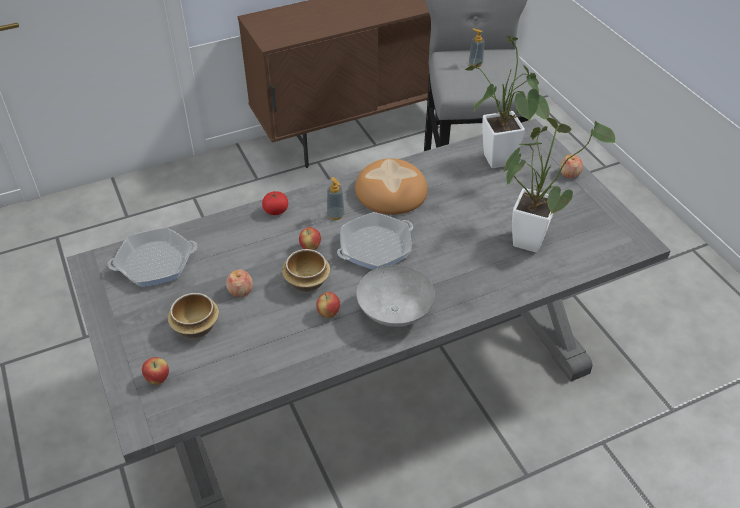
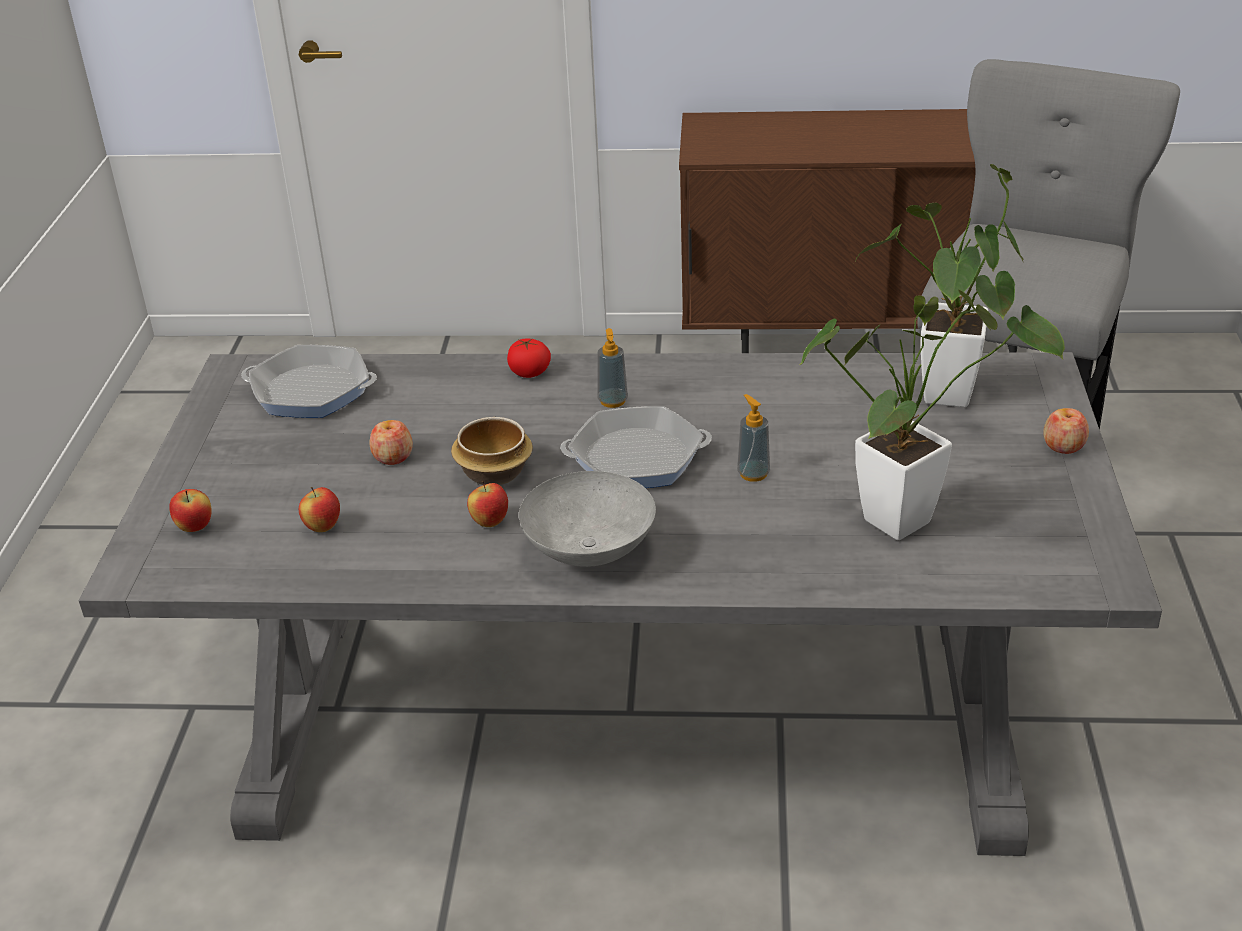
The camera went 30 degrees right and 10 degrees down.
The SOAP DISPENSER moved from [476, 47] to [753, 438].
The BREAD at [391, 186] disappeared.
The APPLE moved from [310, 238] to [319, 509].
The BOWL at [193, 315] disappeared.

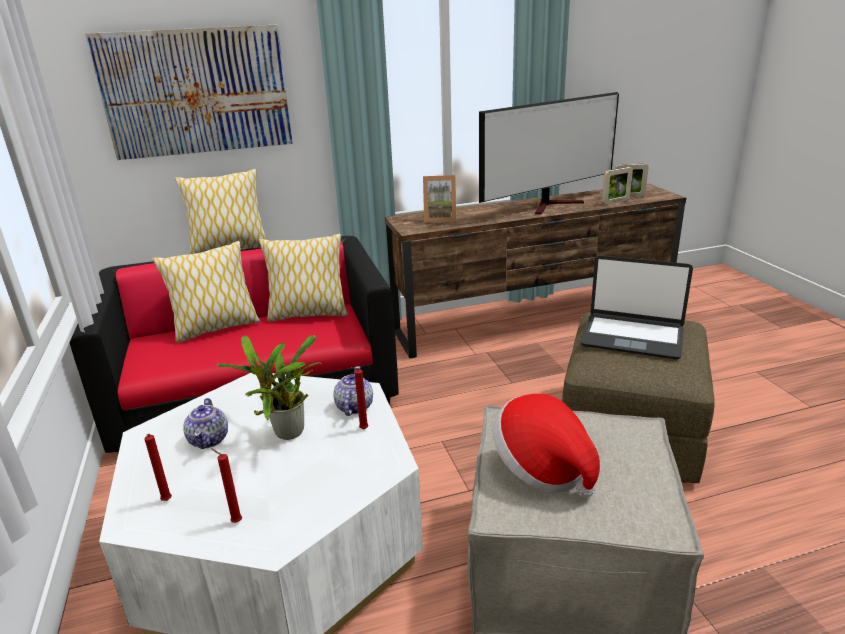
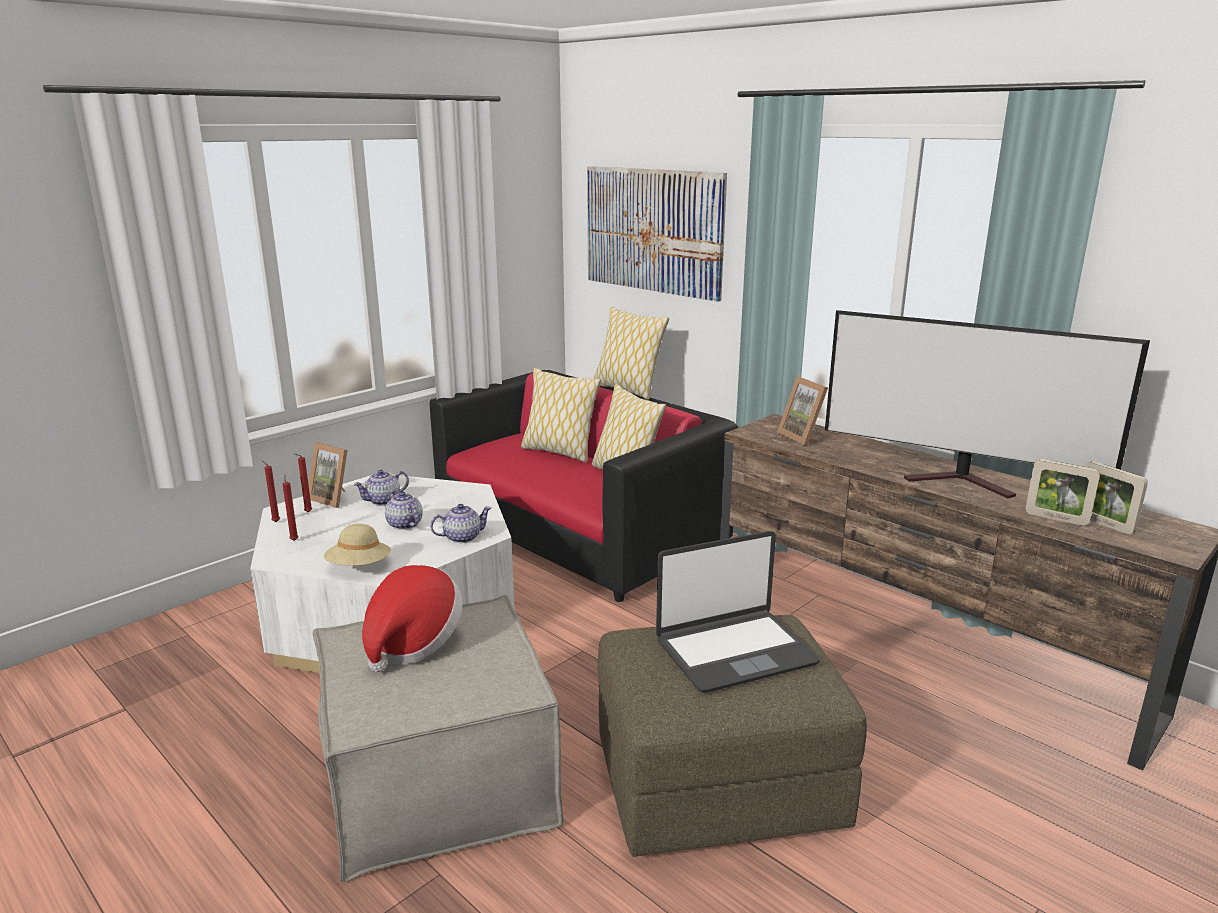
The camera went 60 degrees right and 5 degrees down.
The LAPTOP at [636, 307] turned 105 degrees counterclockwise.
The POTTED PLANT at [269, 387] was replaced by the TEAPOT at [404, 510].
The RED CANDLE moved from [360, 398] to [270, 491].
The PICTURE FRAME at [328, 475] appeared.
The BEIGE HAT at [357, 545] appeared.

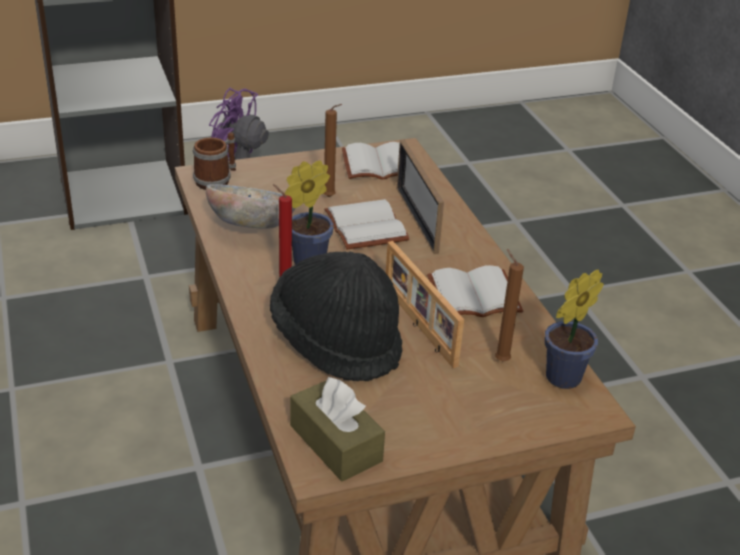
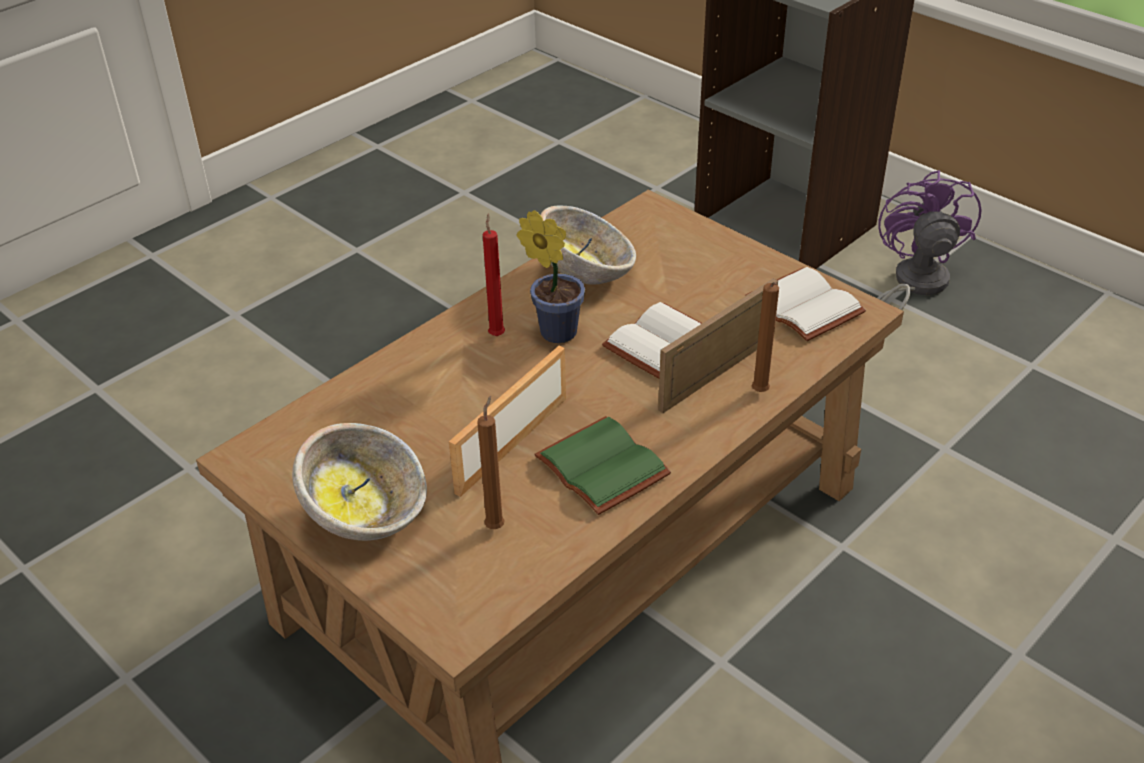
The camera went 65 degrees right and 5 degrees up.
The BROWN CANDLE moved from [333, 150] to [765, 337].
The MUG at [214, 161] disappeared.
The BLACK HAT at [336, 316] disappeared.
The WHITE BOOK at [475, 291] became the GREEN BOOK at [602, 465].
The POTTED PLANT at [574, 329] disappeared.
The BROWN TISSUE BOX at [337, 428] disappeared.
The BOWL at [359, 482] appeared.

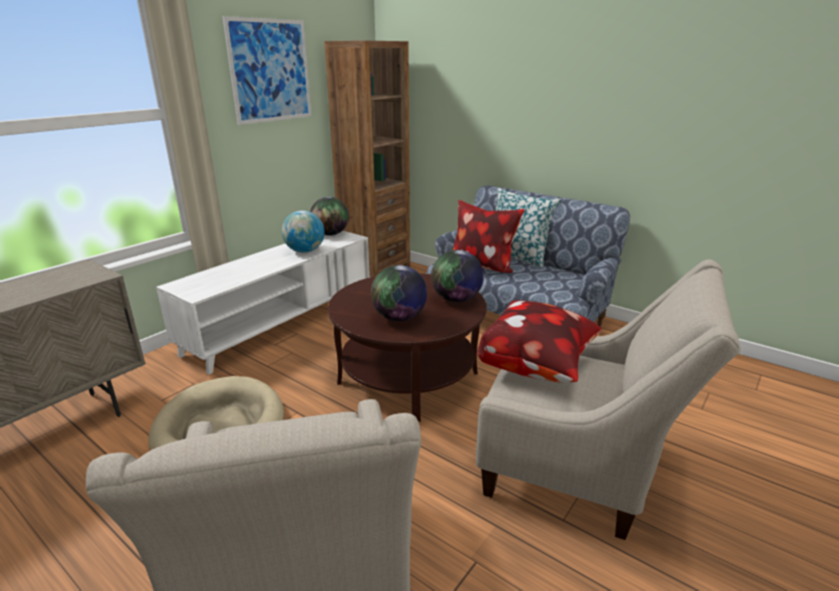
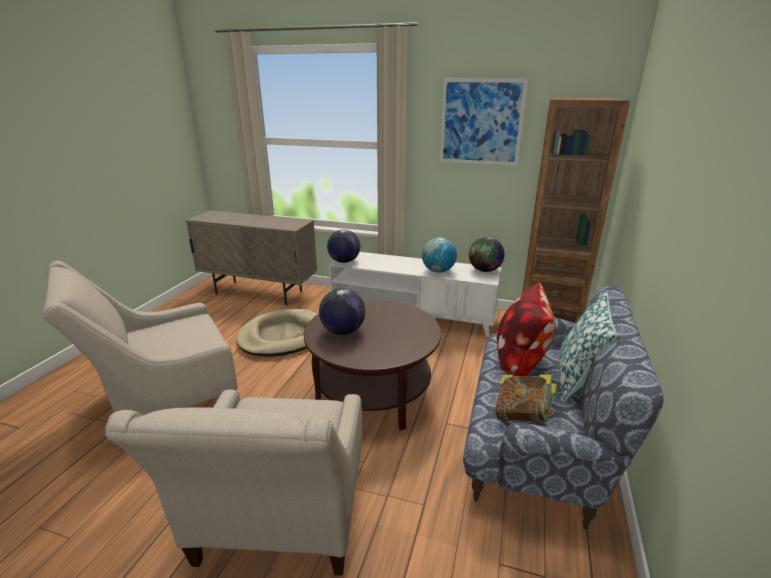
The camera went 70 degrees right and 0 degrees up.
The GLOBE moved from [457, 276] to [343, 246].
The PILLOW at [539, 341] disappeared.
The BOOK at [526, 398] appeared.

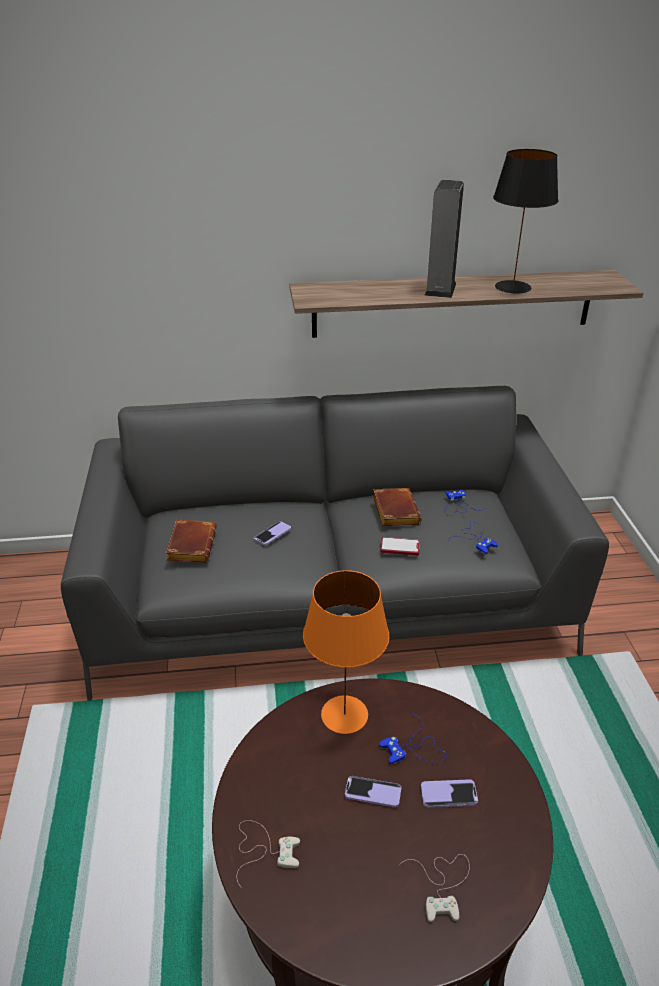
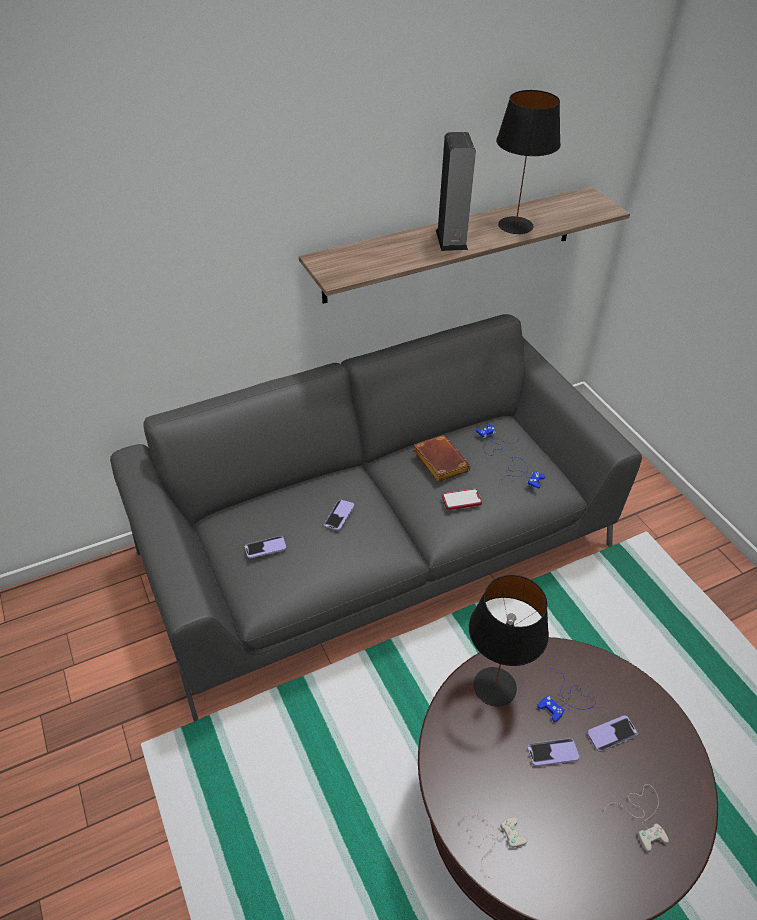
The camera went 20 degrees left and 10 degrees up.
The BROWN BOOK at [191, 541] was replaced by the PHONE at [265, 547].
The ORANGE TABLE LAMP at [346, 652] became the BLACK TABLE LAMP at [509, 640].

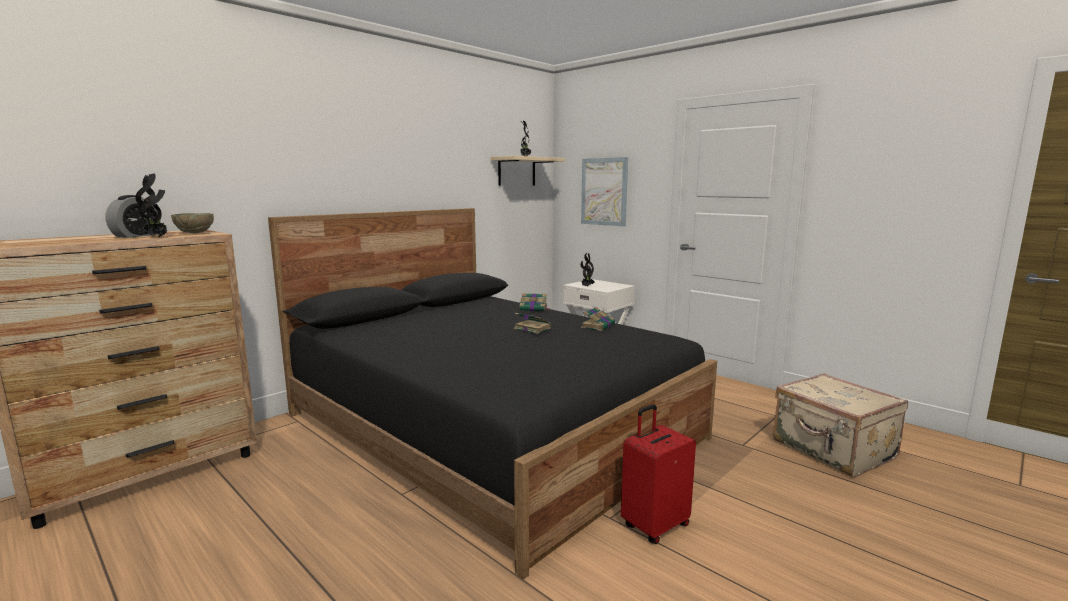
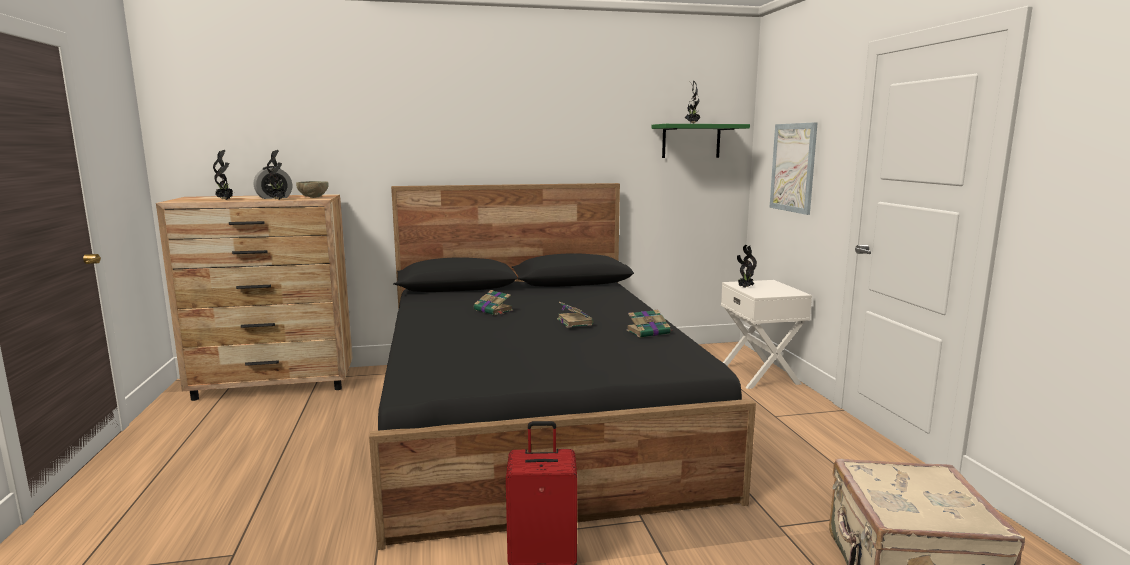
The camera went 35 degrees right and 0 degrees up.
The BEIGE SHELF at [527, 171] became the GREEN SHELF at [700, 141].
The BOOK moved from [535, 302] to [493, 302].
The POTTED PLANT at [224, 175] appeared.

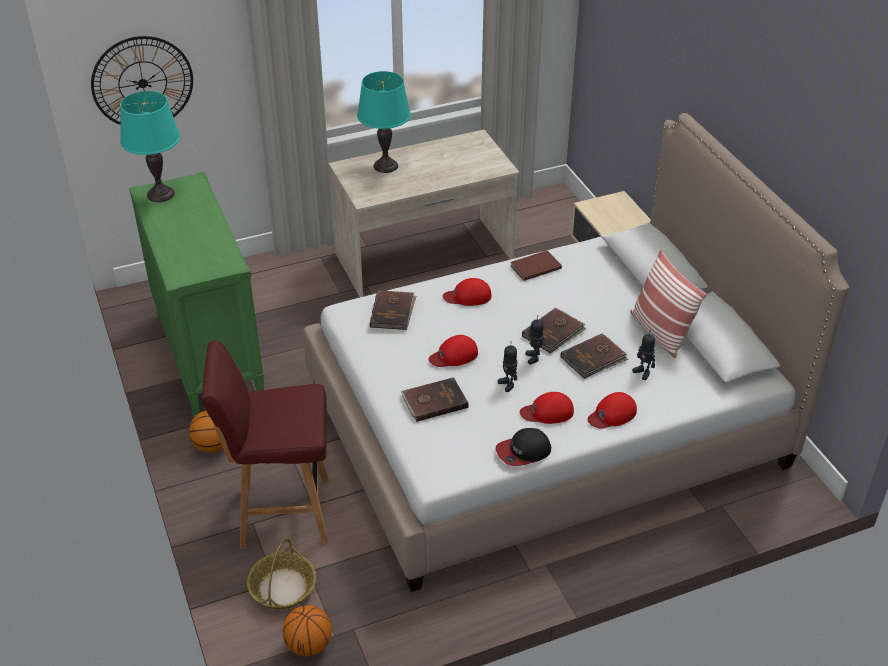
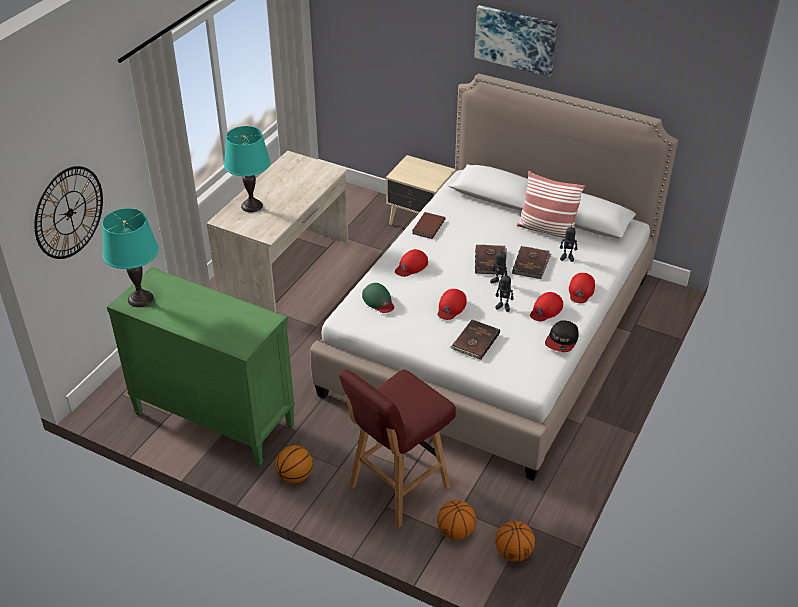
The camera went 40 degrees left and 0 degrees up.
The BROWN BOOK at [393, 310] was replaced by the GREEN CAP at [378, 298].
The BASKET at [281, 574] was replaced by the BASKETBALL at [456, 520].
The PICTURE at [515, 40] appeared.

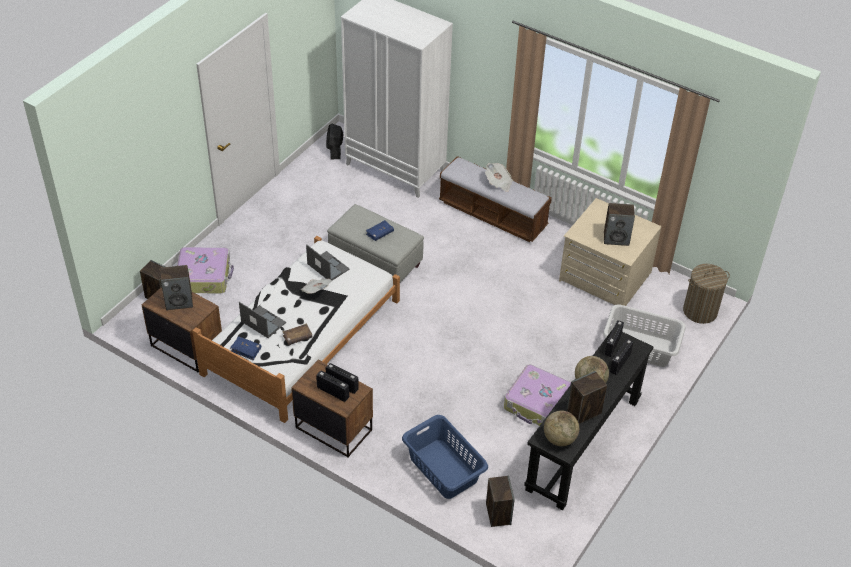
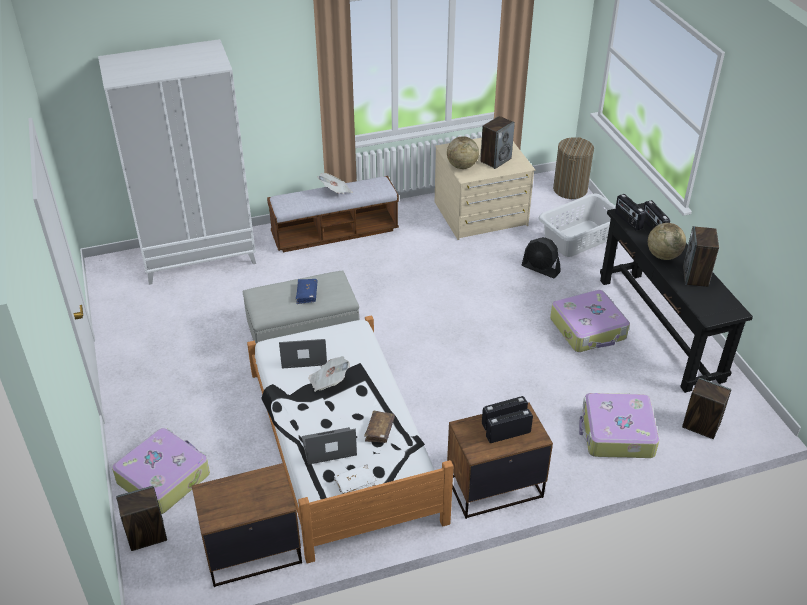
The camera went 50 degrees left and 5 degrees down.
The BLACK FAN moved from [334, 141] to [541, 257].
The SPEAKER at [177, 287] disappeared.
The BLUE BOOK at [245, 348] became the WHITE BOOK at [355, 479].
The GLOBE moved from [561, 428] to [463, 152].
The BLUE LAUNDRY BASKET at [445, 457] was replaced by the SUITCASE at [619, 425].

